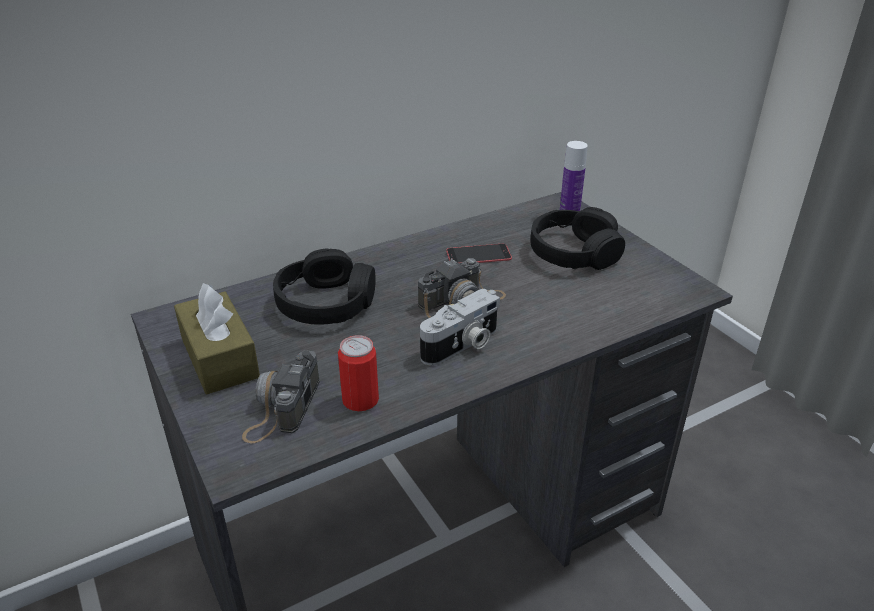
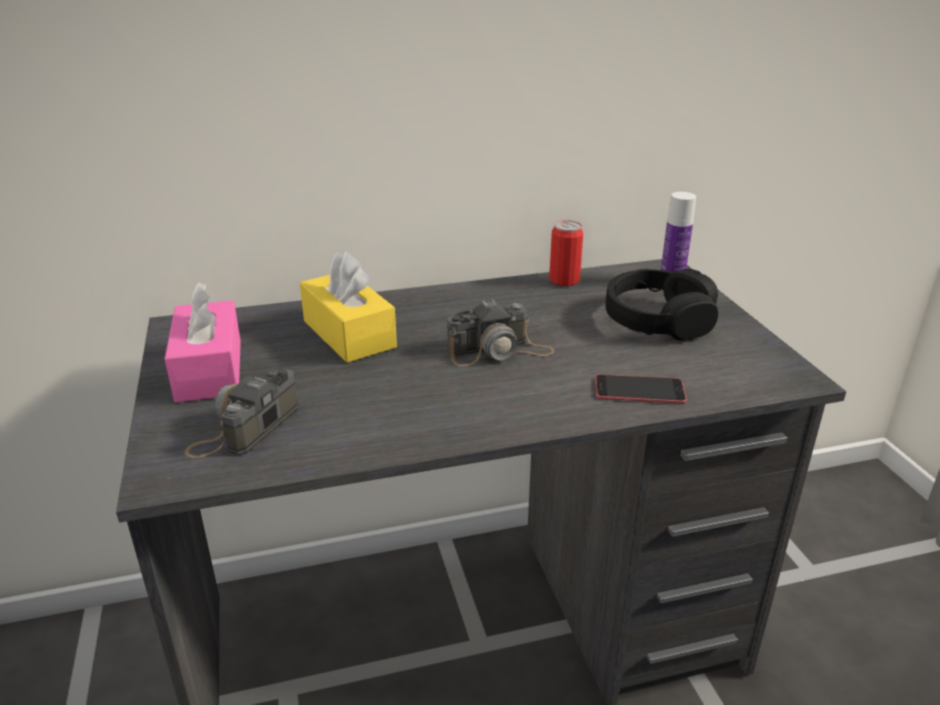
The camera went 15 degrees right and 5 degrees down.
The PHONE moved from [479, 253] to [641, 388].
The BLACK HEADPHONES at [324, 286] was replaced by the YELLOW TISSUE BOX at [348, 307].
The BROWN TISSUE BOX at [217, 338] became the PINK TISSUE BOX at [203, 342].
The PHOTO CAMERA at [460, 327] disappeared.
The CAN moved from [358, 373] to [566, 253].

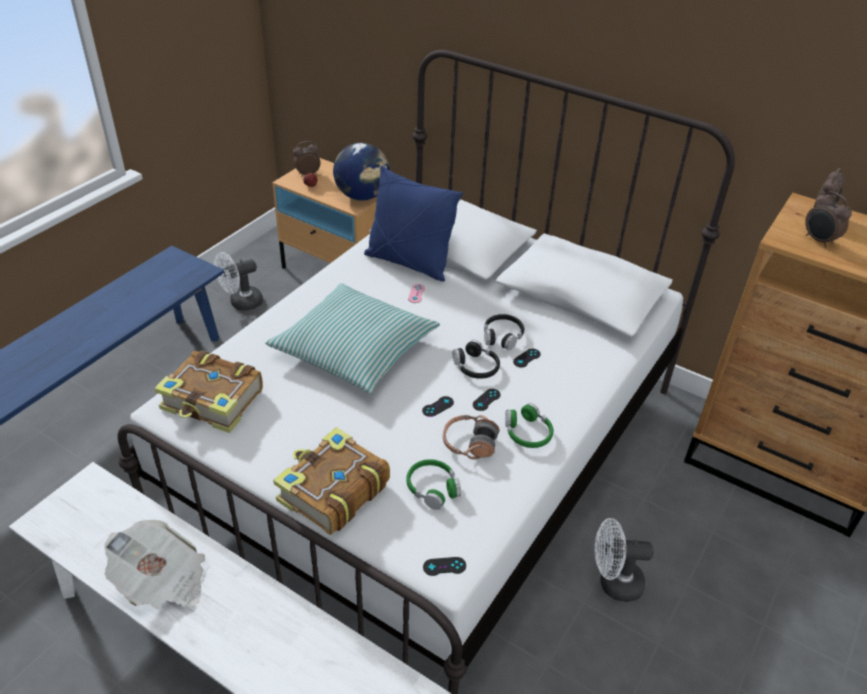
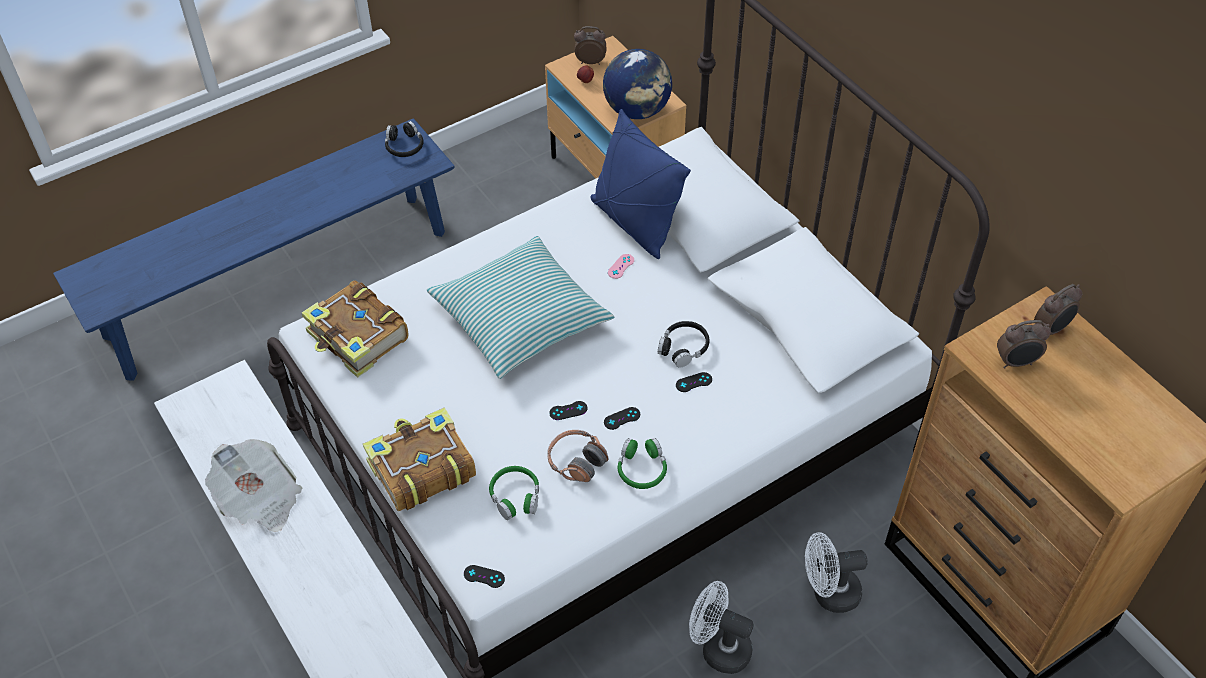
The camera went 25 degrees right and 10 degrees up.
The ALARM CLOCK at [828, 219] turned 90 degrees counterclockwise.
The WHITE FAN moved from [238, 281] to [836, 572].
The BLACK HEADPHONES moved from [476, 359] to [404, 139].

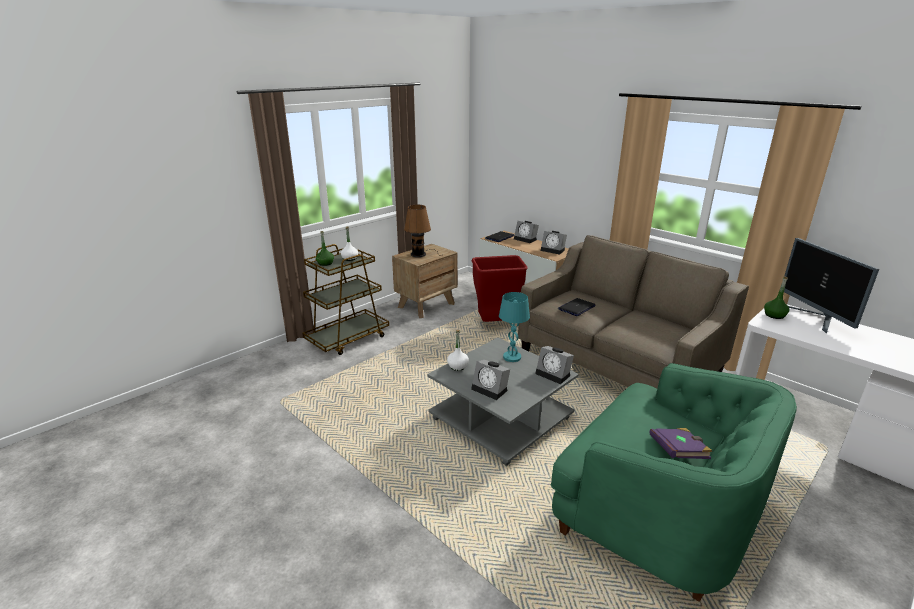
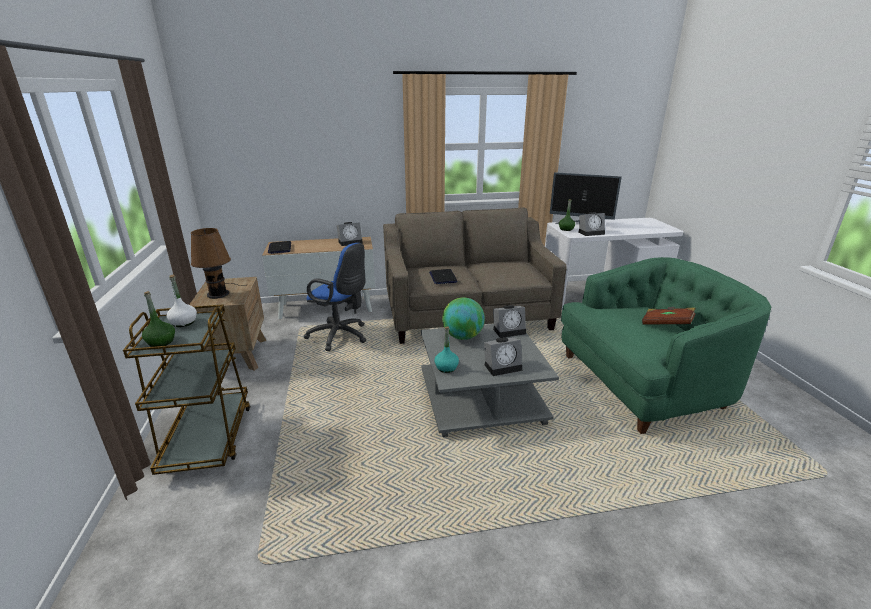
The camera went 55 degrees left and 0 degrees up.
The ALARM CLOCK moved from [526, 232] to [591, 224].
The RED TRASH CAN at [500, 288] was replaced by the BLUE OFFICE CHAIR at [335, 297].
The TURQUOISE TABLE LAMP at [514, 327] was replaced by the GLOBE at [463, 318].
The WHITE BOTTLE at [458, 350] became the TURQUOISE BOTTLE at [446, 349].
The PURPLE BOOK at [681, 443] became the BROWN BOOK at [669, 316].

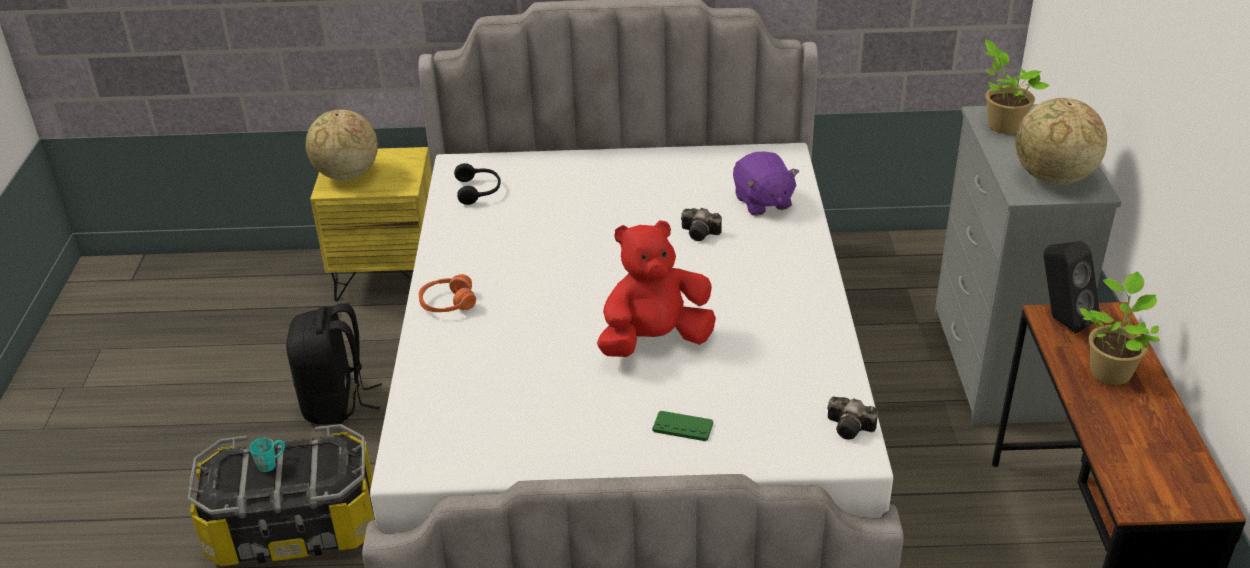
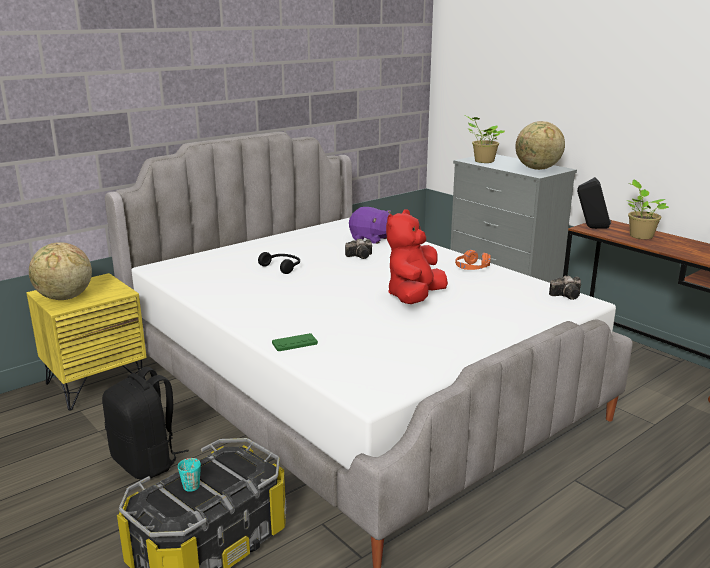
The camera went 40 degrees left and 15 degrees down.
The BLACK HEADPHONES moved from [477, 184] to [279, 263].
The ORANGE HEADPHONES moved from [447, 293] to [473, 260].
The GREEN GAME CONTROLLER moved from [683, 426] to [295, 342].

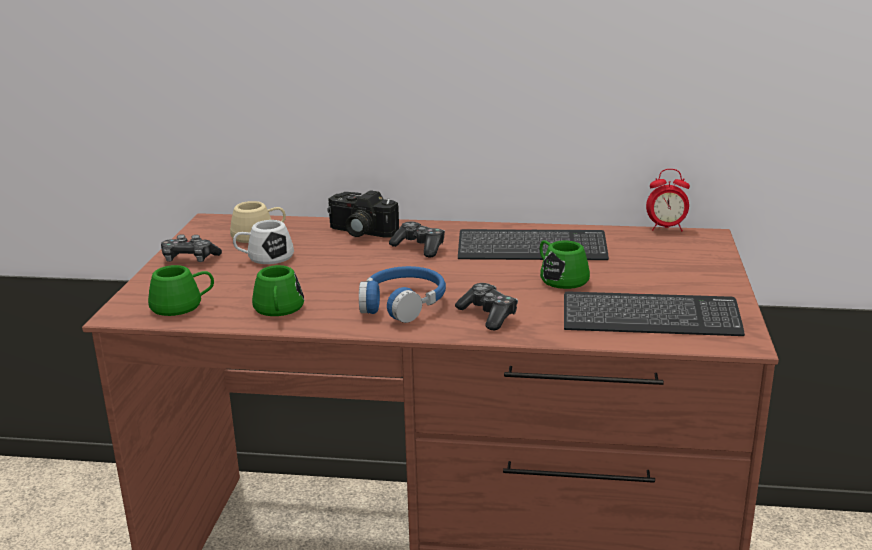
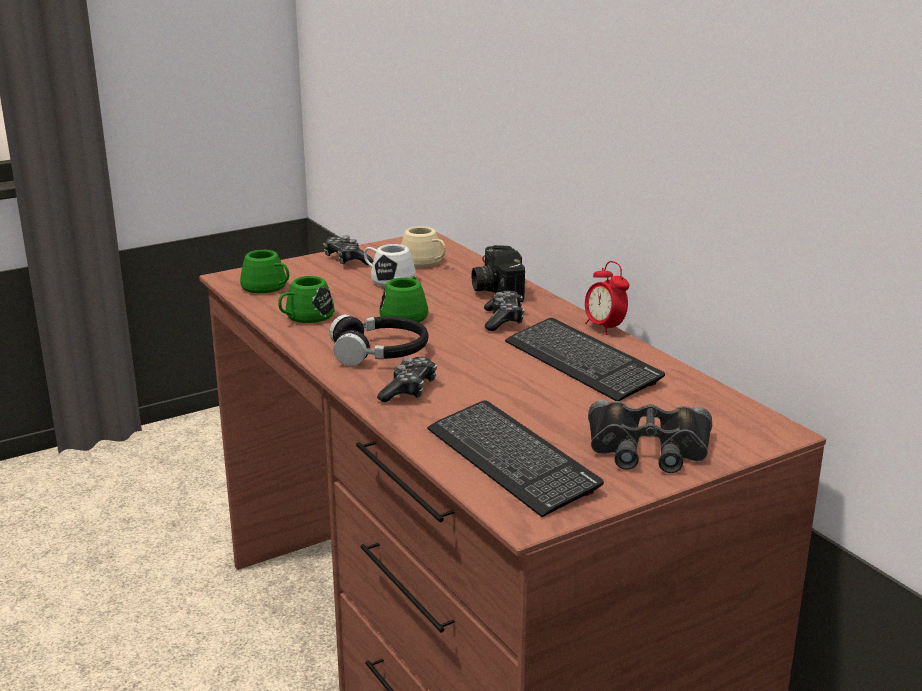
The camera went 50 degrees right and 0 degrees up.
The ALARM CLOCK moved from [668, 200] to [607, 298].
The GREEN MUG moved from [565, 264] to [404, 299].
The BLUE HEADPHONES at [402, 294] became the BLACK HEADPHONES at [378, 340].
The BLACK BINOCULARS at [650, 436] appeared.

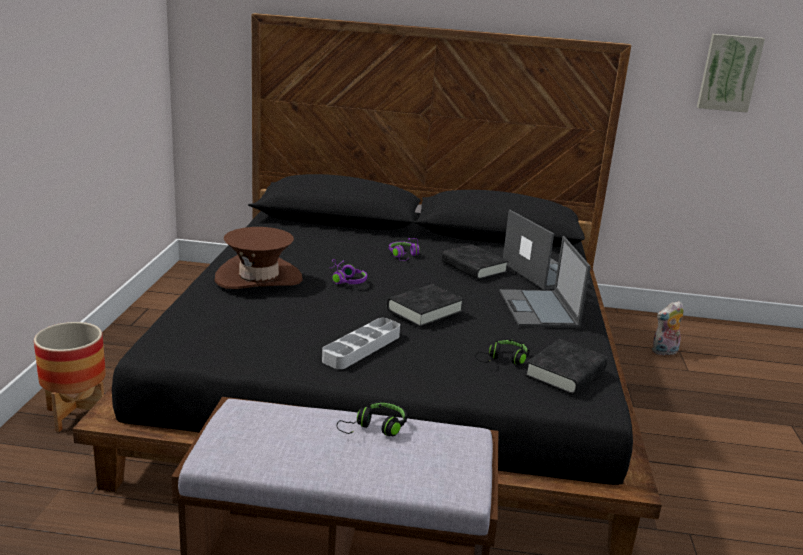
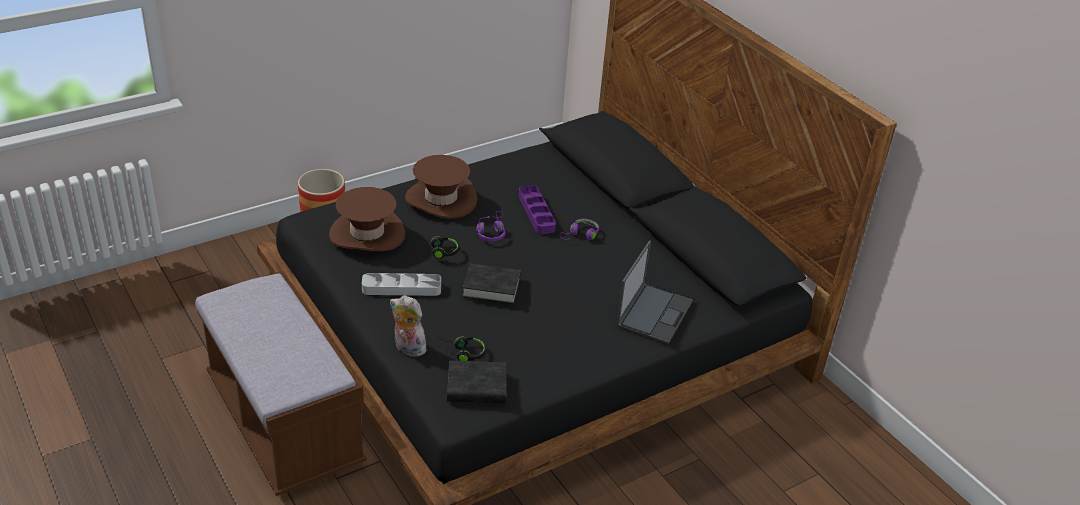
The camera went 50 degrees right and 15 degrees up.
The PICTURE at [731, 73] disappeared.
The LAPTOP at [545, 281] disappeared.
The BLACK BOOK at [475, 262] disappeared.
The PLUSH TOY moved from [668, 328] to [409, 326].
The BLACK HEADPHONES moved from [372, 418] to [438, 247].
The PURPLE TRAY at [537, 209] appeared.
The BROWN HAT at [367, 219] appeared.

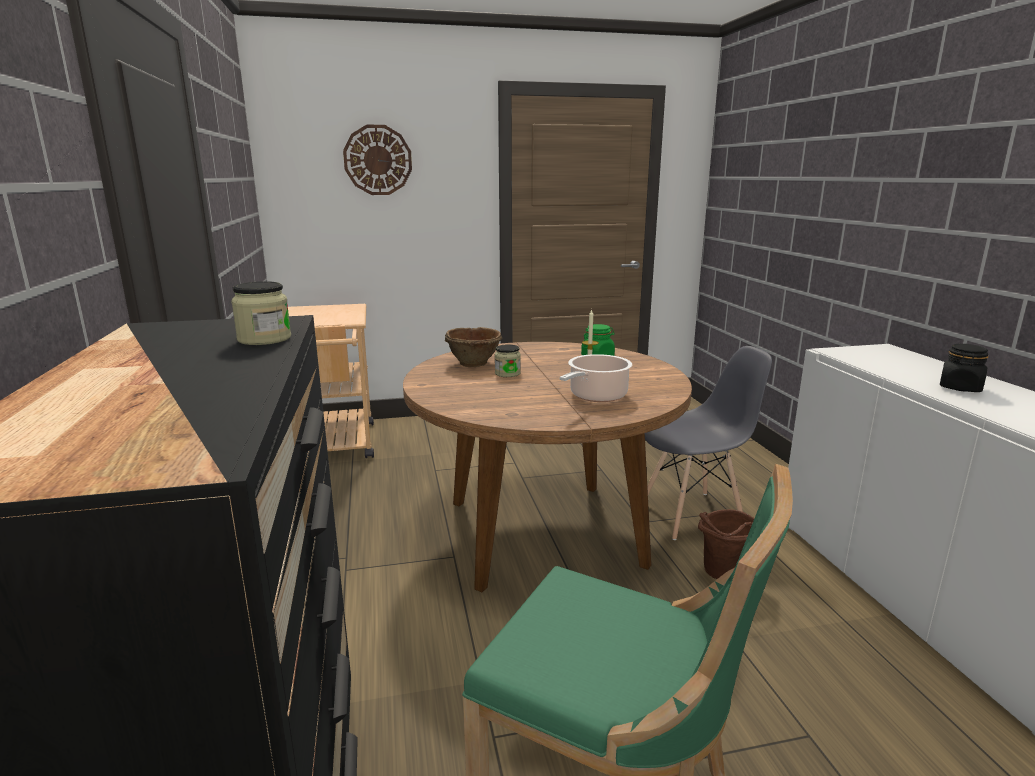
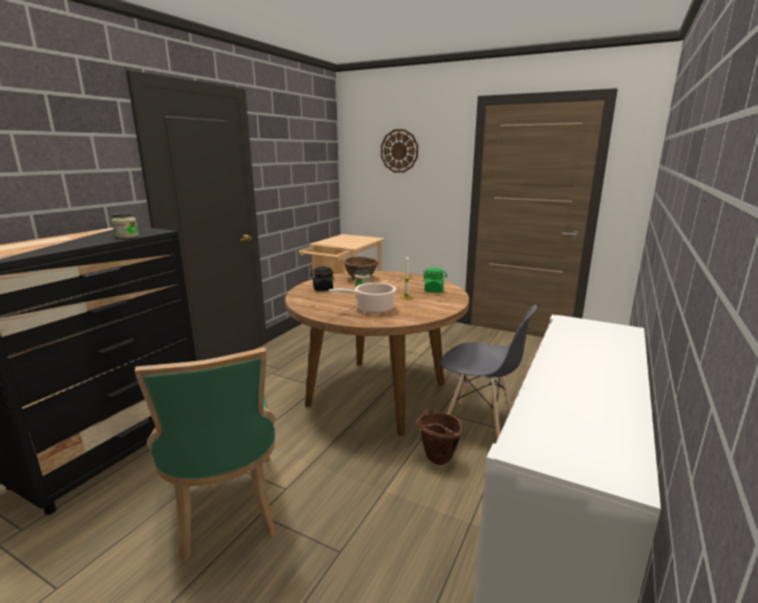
The camera went 40 degrees right and 0 degrees up.
The BLACK JAR moved from [964, 368] to [322, 279].

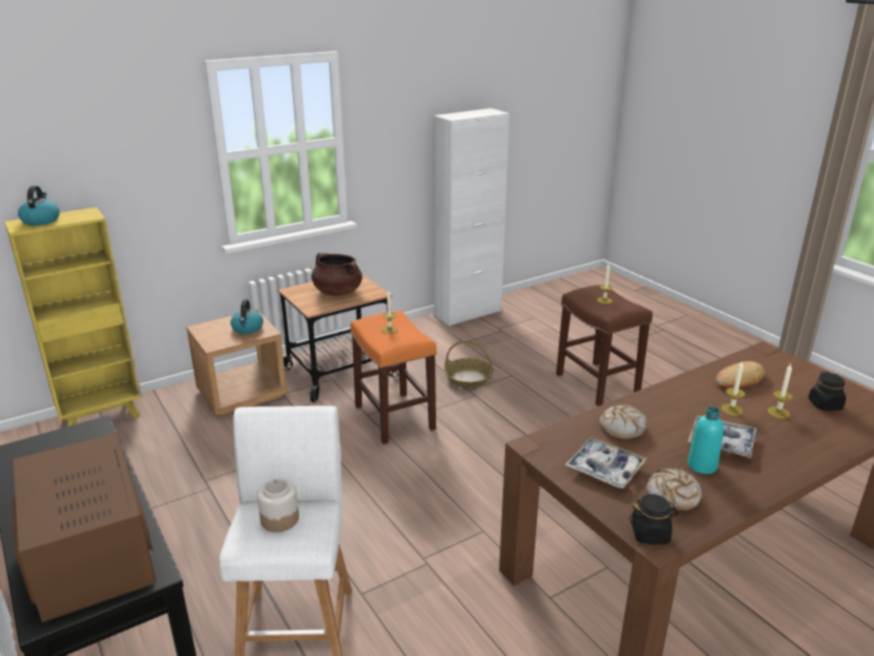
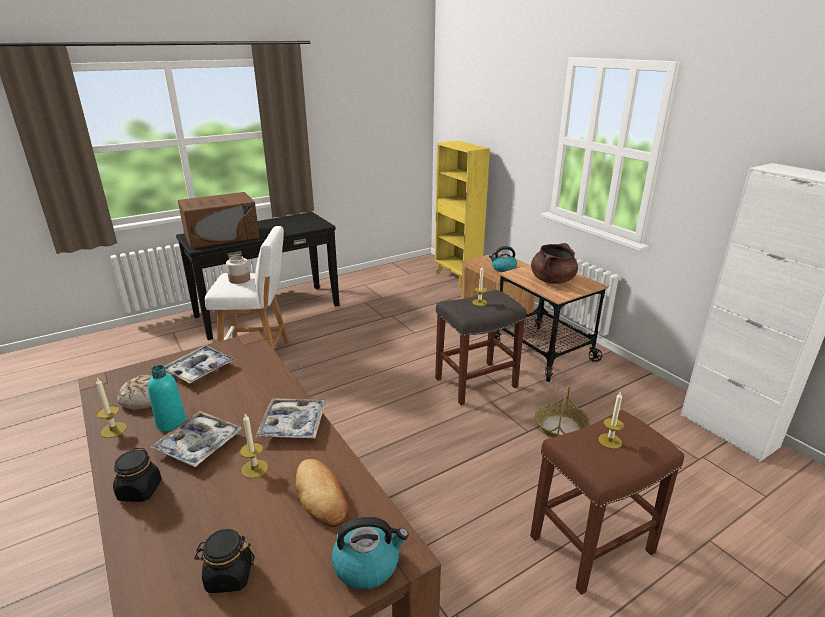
The camera went 90 degrees right and 0 degrees up.
The KETTLE moved from [39, 206] to [370, 553].
The ORANGE STOOL at [393, 377] became the GREY STOOL at [481, 347].
The CANDLE moved from [780, 391] to [111, 408].
The BREAD at [623, 422] disappeared.
The BLACK JAR moved from [653, 519] to [137, 475].
The TRAY at [291, 418] appeared.

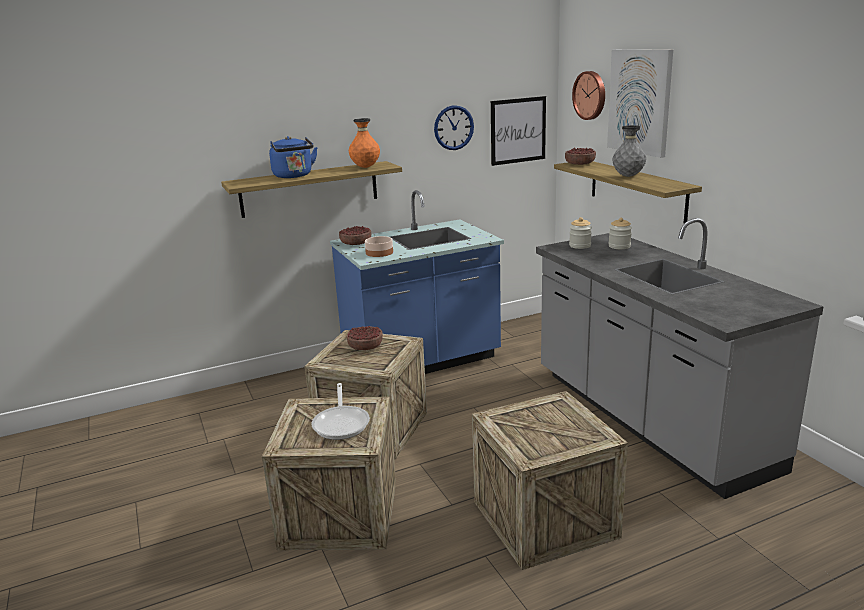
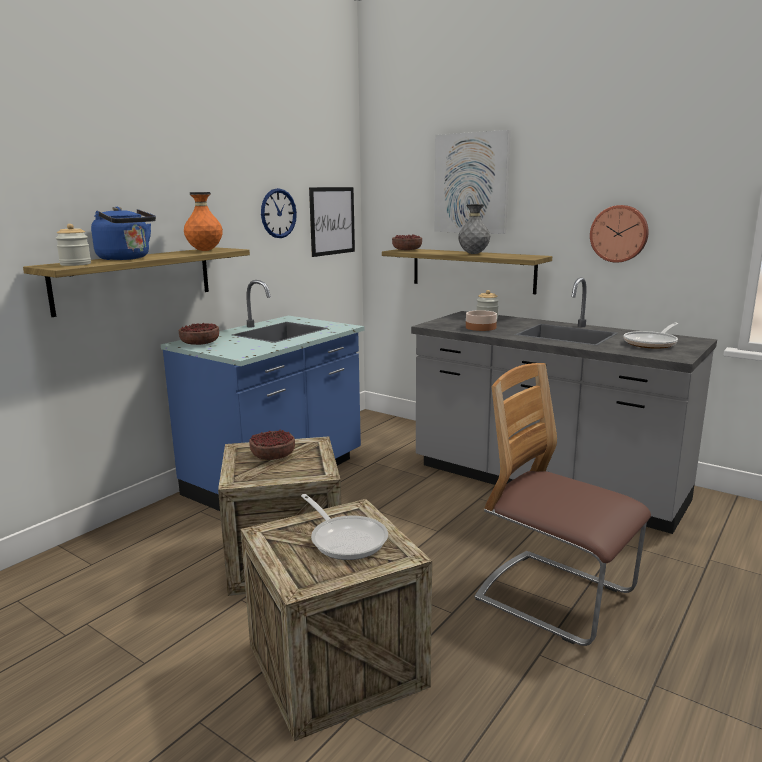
The camera went 30 degrees left and 5 degrees down.
The WALL CLOCK moved from [588, 95] to [619, 234].
The JAR moved from [580, 233] to [73, 245].
The BOWL moved from [379, 246] to [481, 320].
The CRATE at [550, 480] was replaced by the CHAIR at [563, 504].
The FRYING PAN at [651, 336] appeared.

